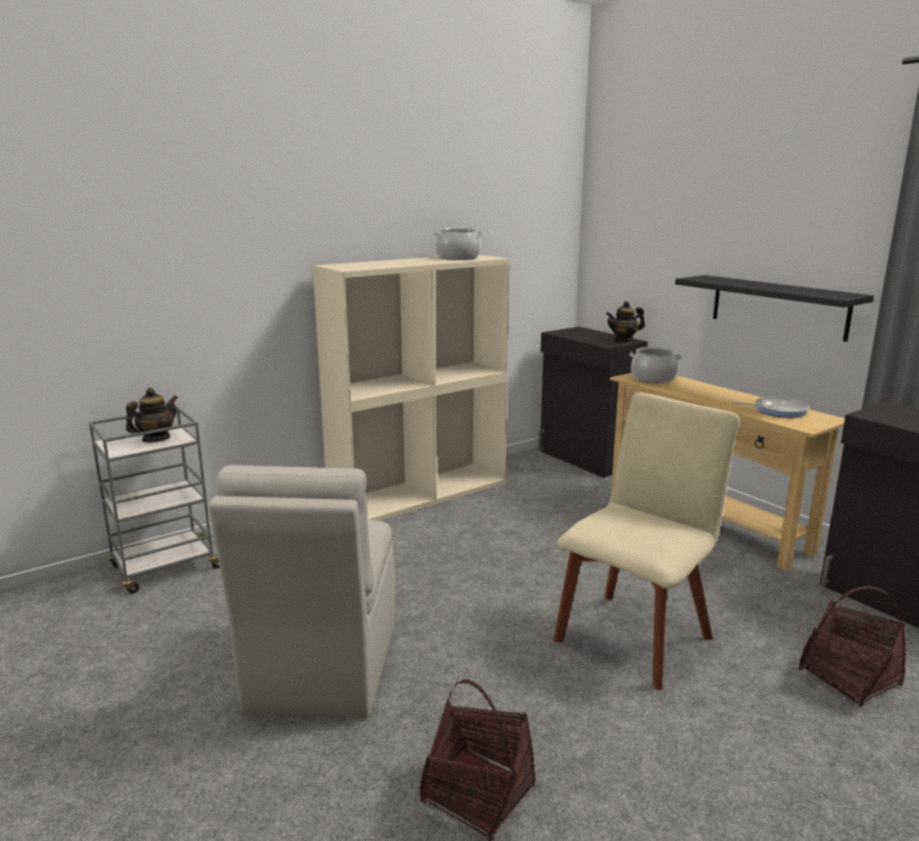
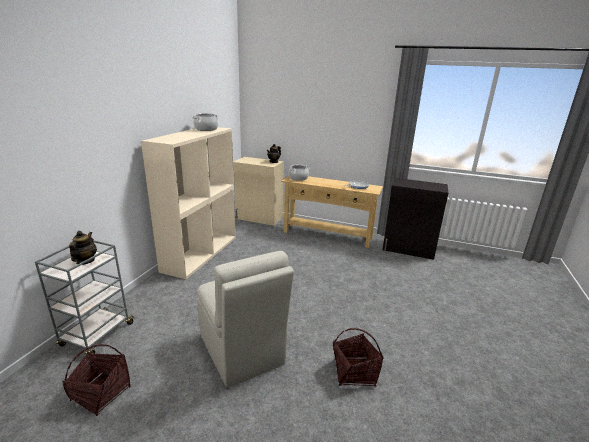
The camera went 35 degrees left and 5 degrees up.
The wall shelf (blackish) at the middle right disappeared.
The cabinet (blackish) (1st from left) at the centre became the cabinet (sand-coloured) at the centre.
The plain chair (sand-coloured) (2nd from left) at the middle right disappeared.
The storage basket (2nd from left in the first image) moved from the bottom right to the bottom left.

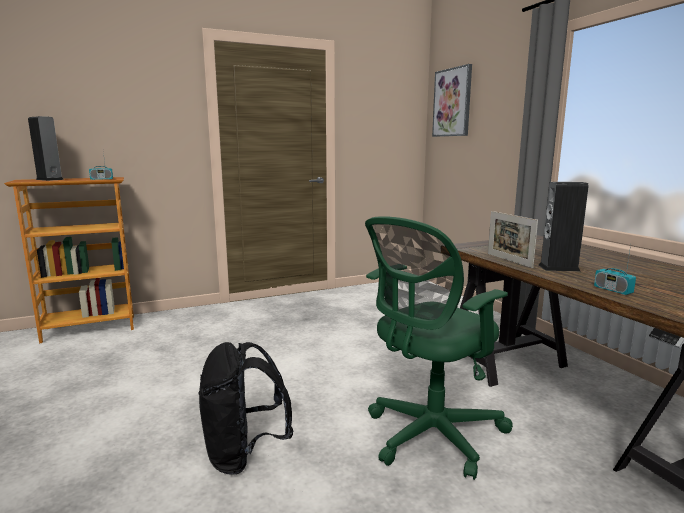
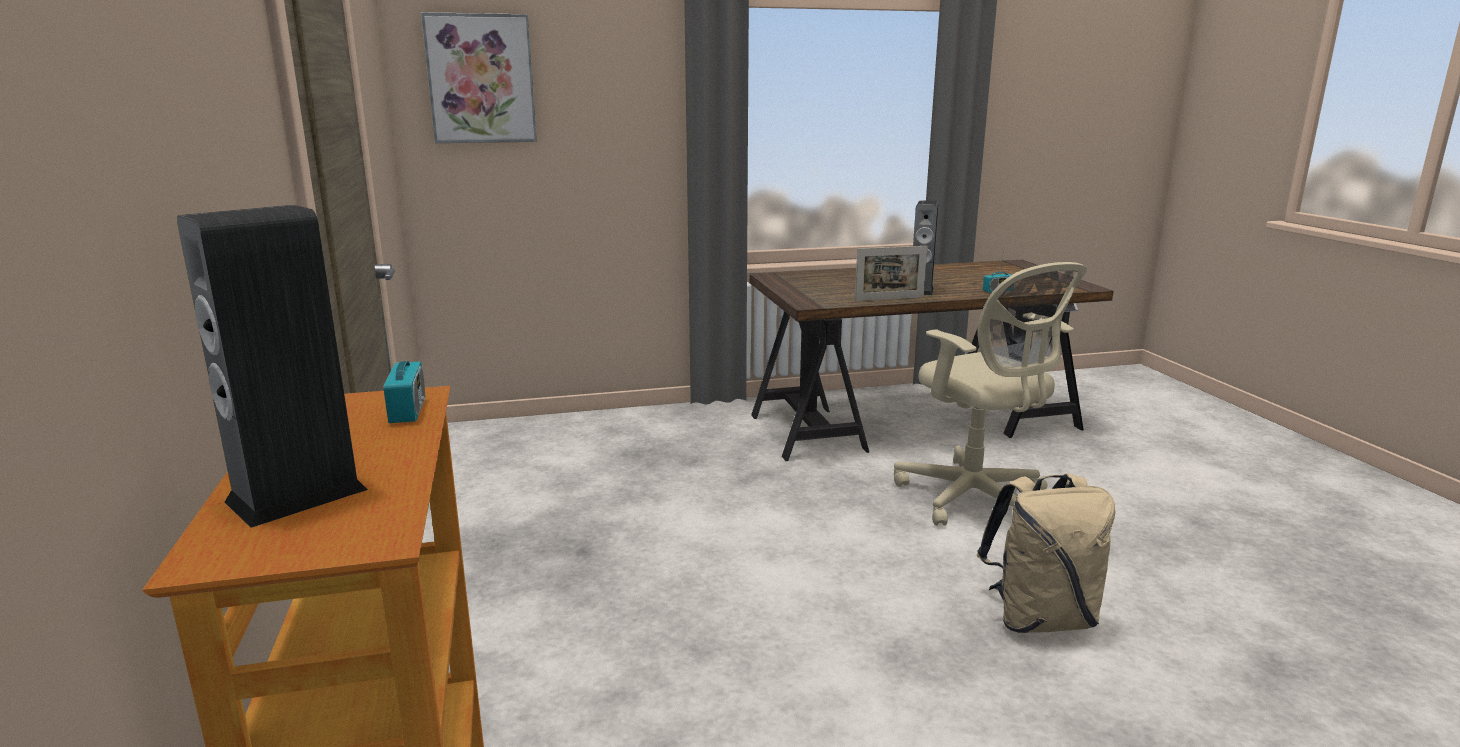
The camera went 80 degrees left and 5 degrees up.
The desk chair (green) at the bottom centre became the desk chair (sand-coloured) at the middle right.
The backpack (blackish) at the bottom centre became the backpack (sand-coloured) at the bottom right.

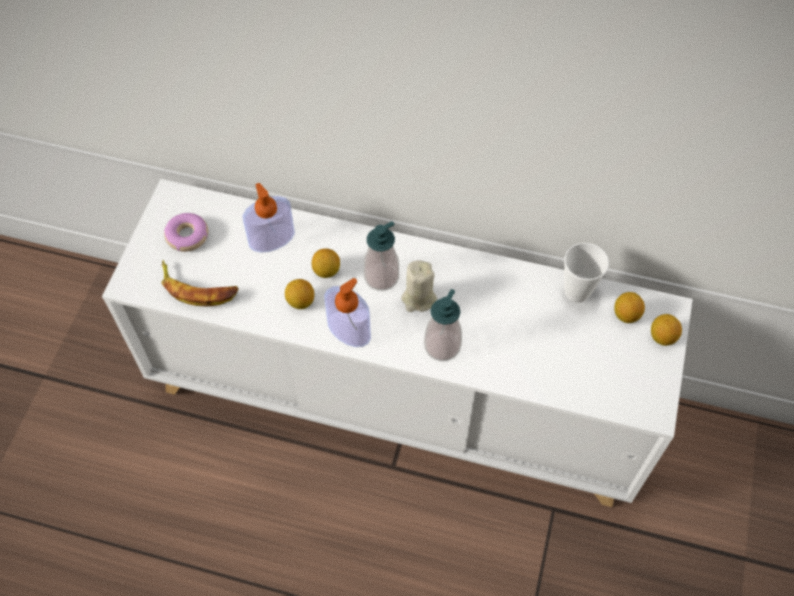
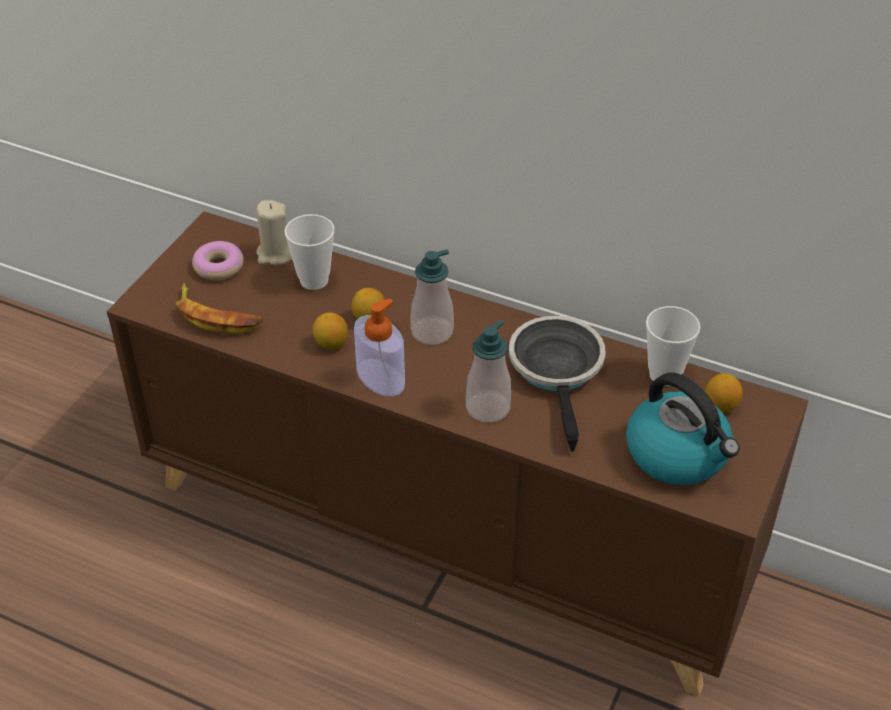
The camera went 10 degrees right and 15 degrees down.
The cabinet (white-coloured) at the centre became the cabinet (brownish) at the centre.
The liquid soap bottle (1st from left) at the centre was replaced by the small cup (1st from left) at the centre.
The wax candle (sand-coloured) moved from the centre to the top left.
The citrus fruit (4th from left) at the middle right disappeared.
The pan at the centre appeared.
The kettle at the middle right appeared.

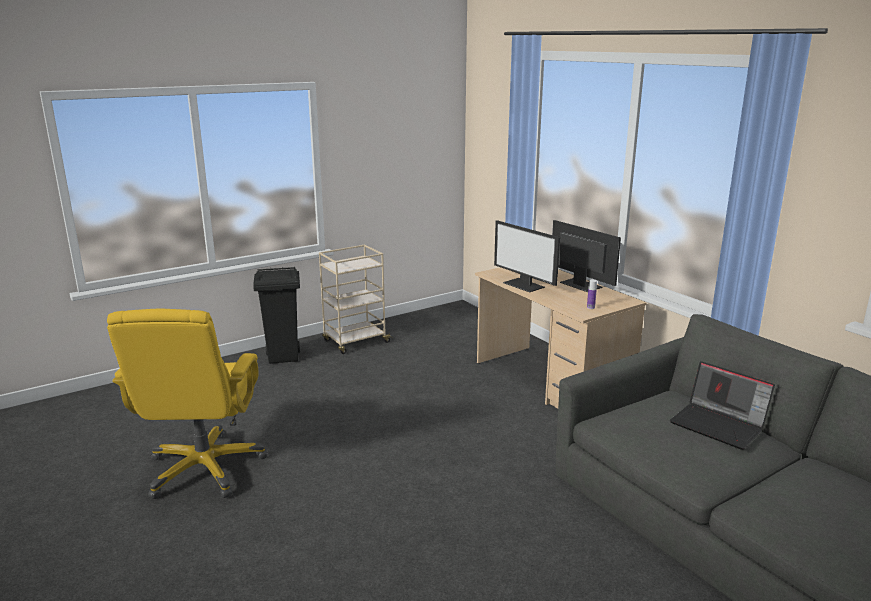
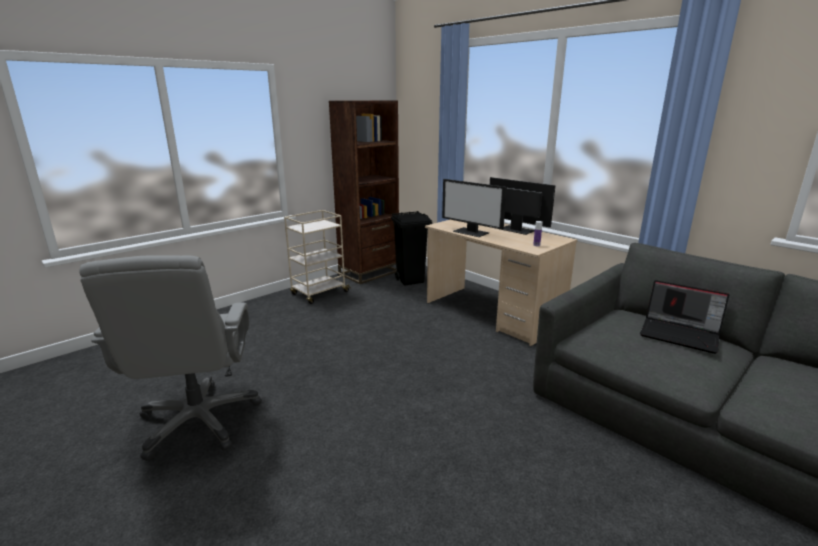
The camera went 10 degrees left and 0 degrees up.
The waste bin (blackish) moved from the middle left to the centre.
The desk chair (yellowish) at the bottom left became the desk chair (grey) at the middle left.
The bookshelf (brownish) at the centre appeared.

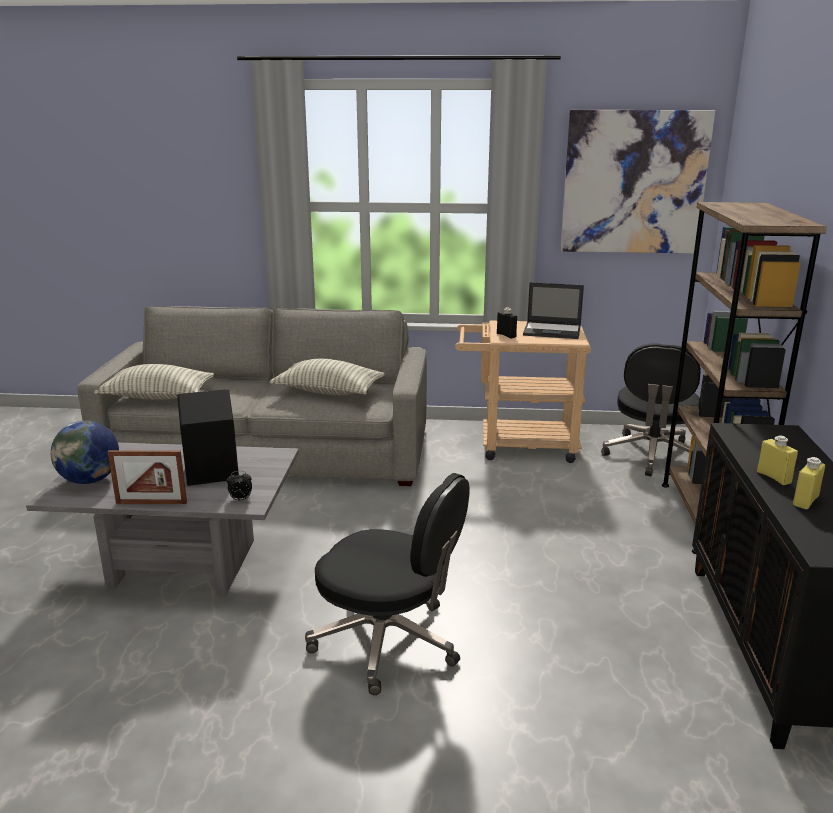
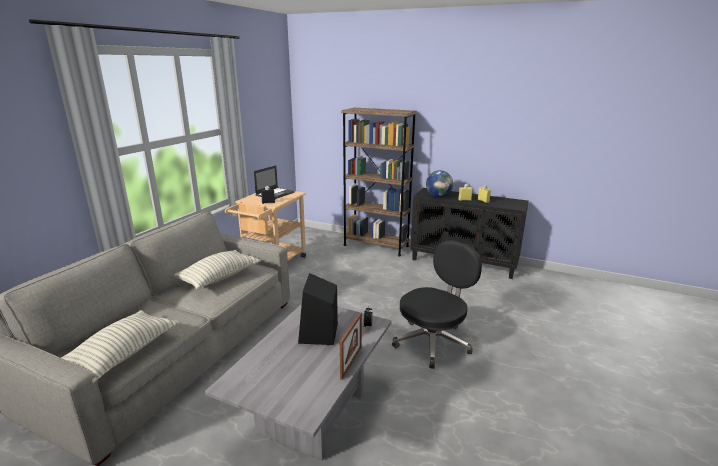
The camera went 70 degrees left and 0 degrees up.
The wall picture at the top right disappeared.
The desk chair (blackish) (2nd from left) at the middle right disappeared.
The globe moved from the middle left to the centre.

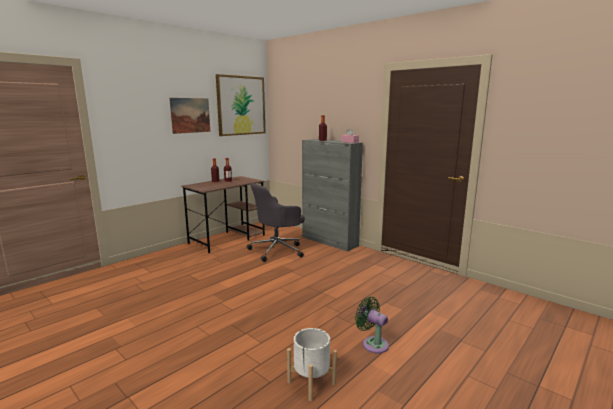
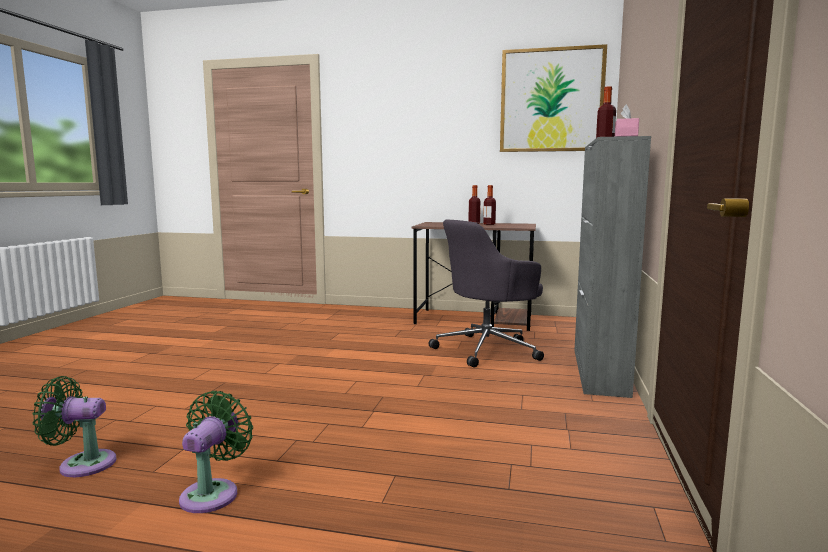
The camera went 60 degrees right and 5 degrees down.
The wall picture (1st from left) at the top left disappeared.
The desk chair (grey) at the centre turned 60 degrees counterclockwise.
The planter (white-coloured) at the bottom centre was replaced by the electric fan (green) (1st from left) at the bottom left.

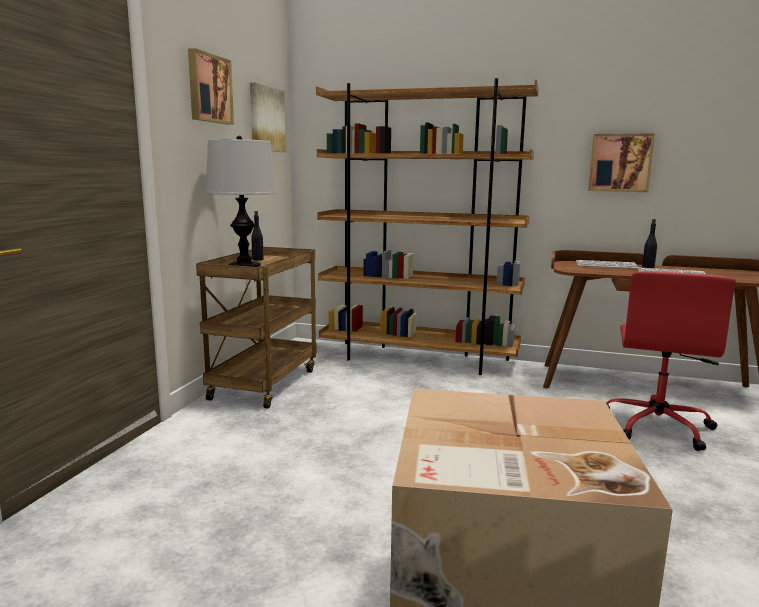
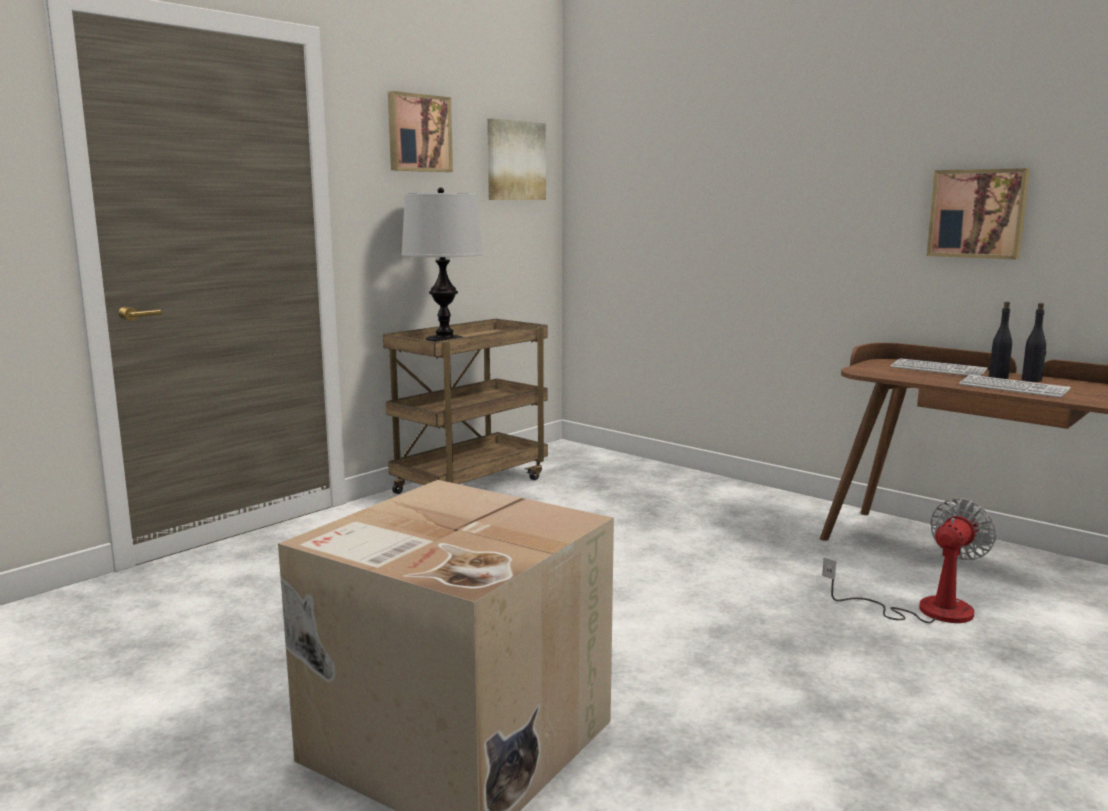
The camera went 25 degrees right and 0 degrees up.
The bookshelf (brownish) at the centre disappeared.
The bottle (blackish) (1st from left in the first image) moved from the centre to the middle right.
The desk chair (red-coloured) at the middle right was replaced by the electric fan at the bottom right.

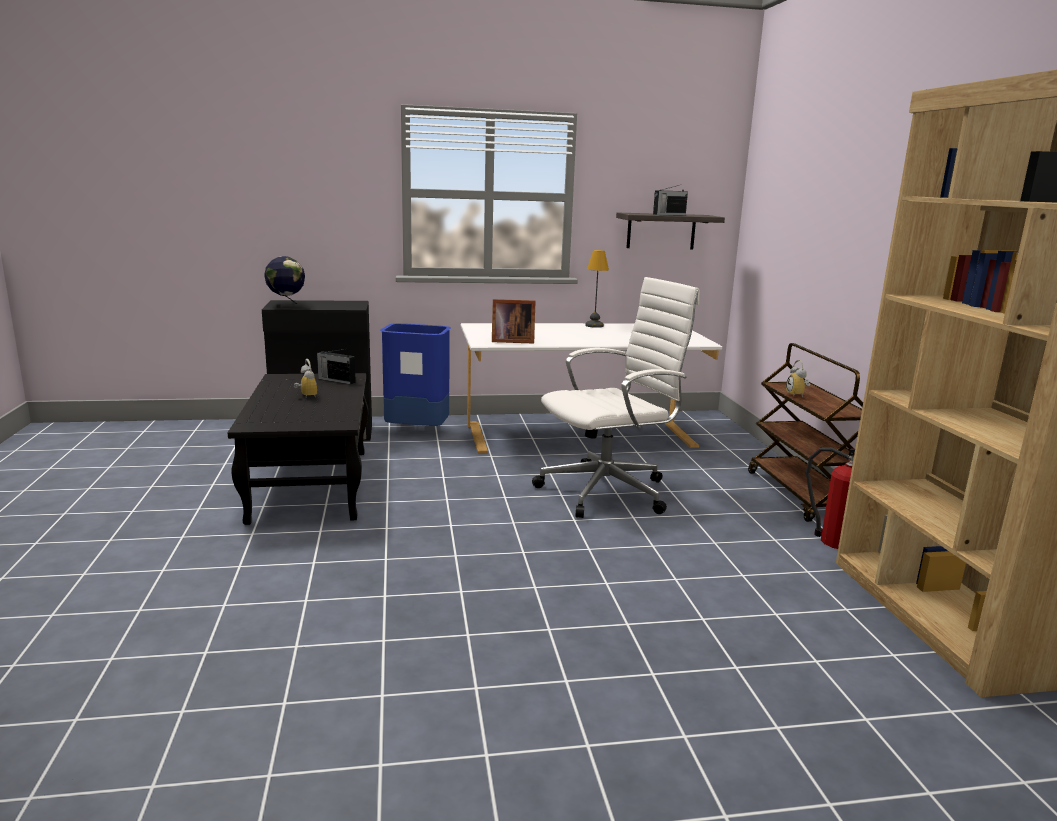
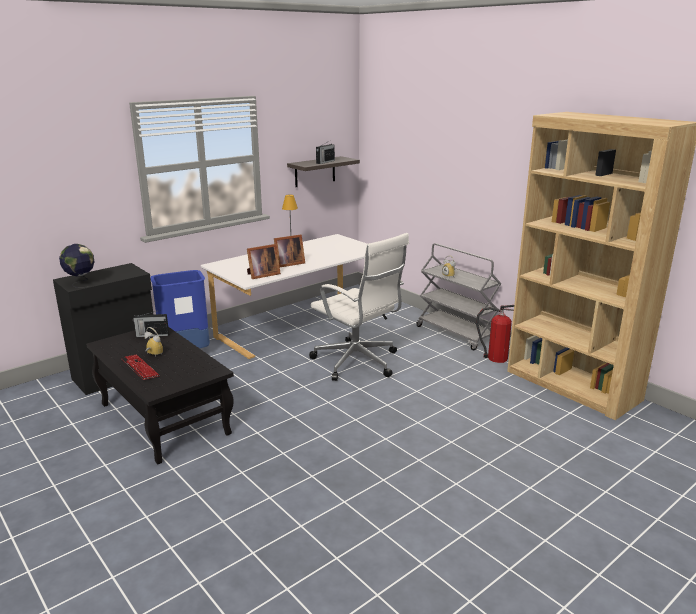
The camera went 30 degrees left and 5 degrees up.
The desk chair (white-coloured) at the centre turned 105 degrees clockwise.
The wheeled cart (brownish) at the middle right became the wheeled cart (grey) at the centre.
The photo frame (2nd from left) at the centre appeared.
The PC keyboard at the middle left appeared.

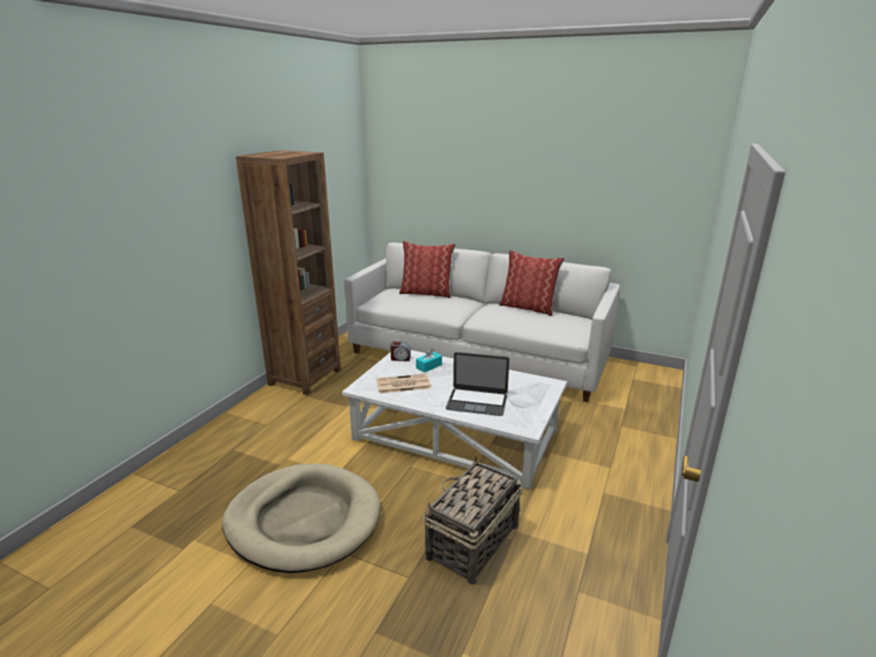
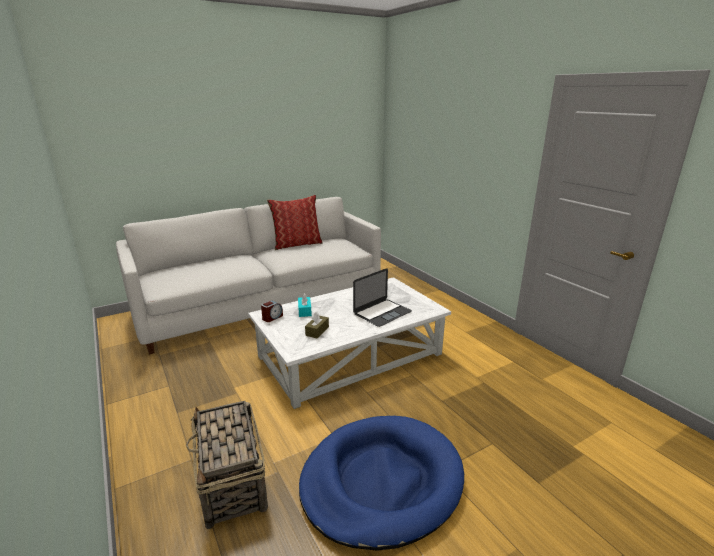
The camera went 55 degrees left and 0 degrees up.
The bookshelf (brownish) at the middle left disappeared.
The cushion (1st from left) at the centre disappeared.
The daily paper at the centre was replaced by the box of tissues (brownish) at the centre.
The storage basket moved from the bottom centre to the bottom left.
The dog bed (sand-coloured) at the bottom centre became the dog bed (bluish) at the bottom centre.

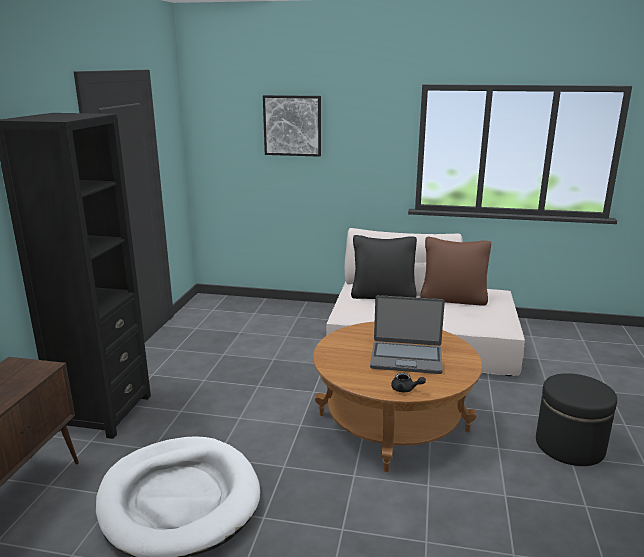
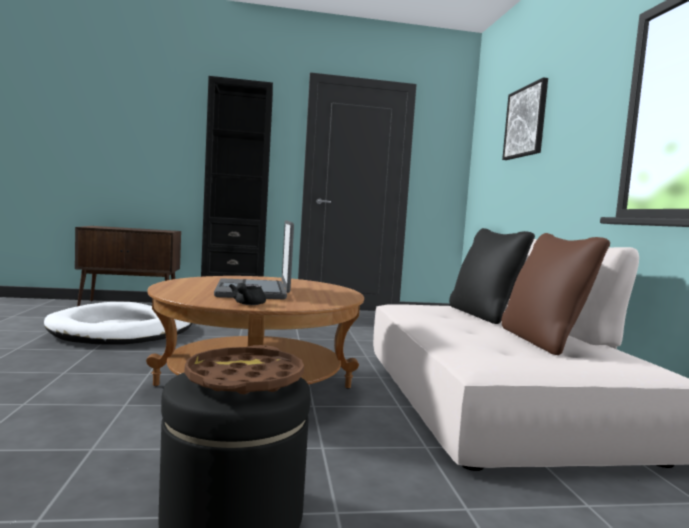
The camera went 70 degrees right and 15 degrees down.
The pot for tea (blackish) moved from the bottom centre to the centre.
The serving tray (brownish) at the bottom centre appeared.

